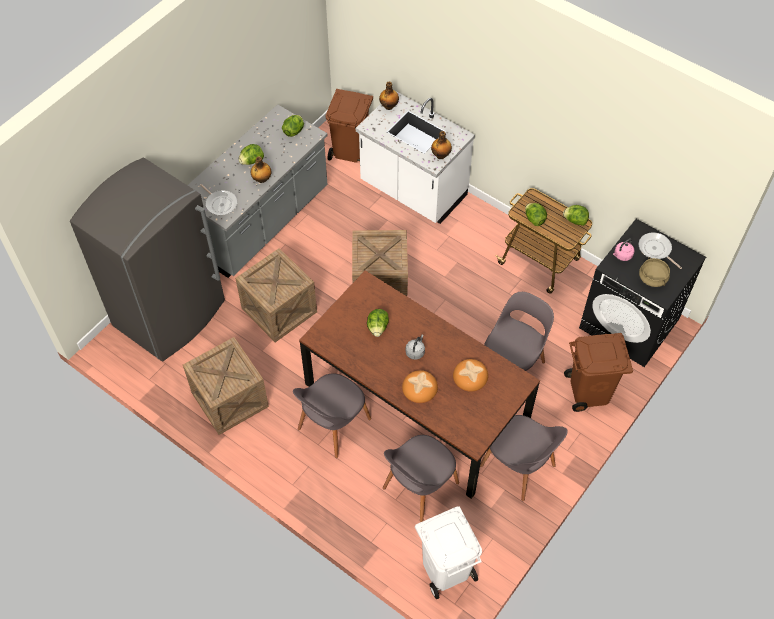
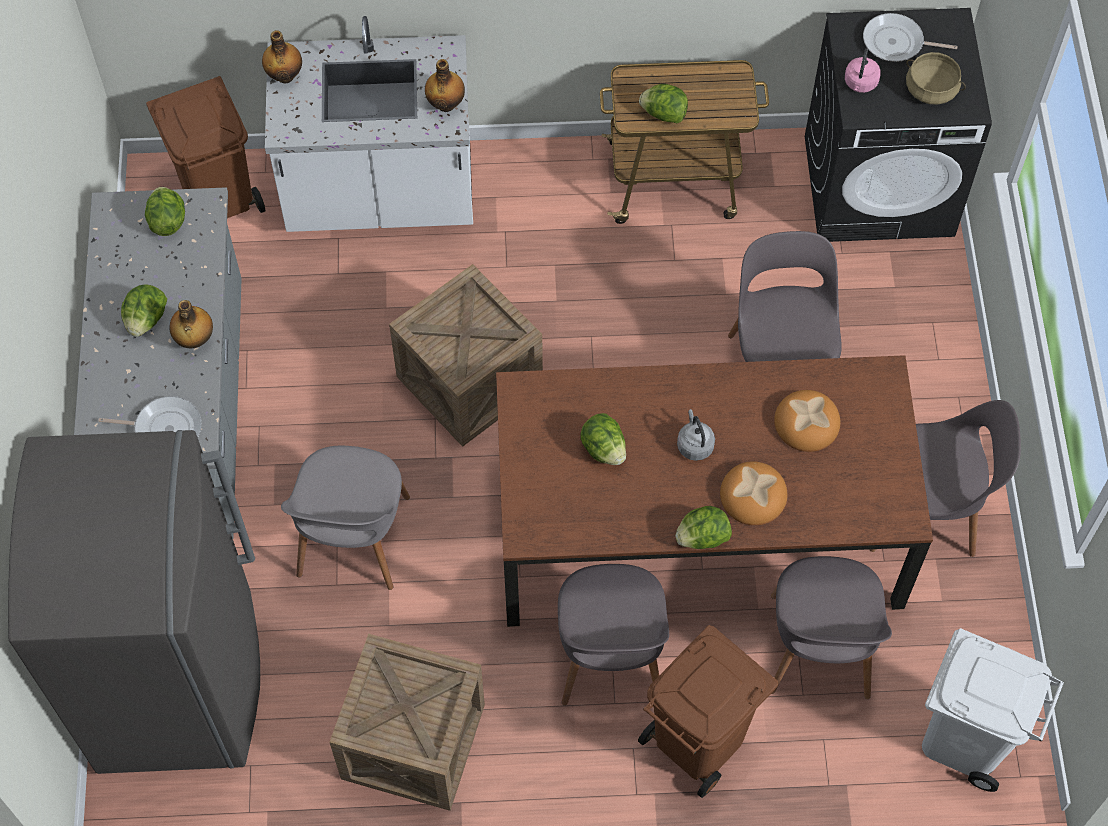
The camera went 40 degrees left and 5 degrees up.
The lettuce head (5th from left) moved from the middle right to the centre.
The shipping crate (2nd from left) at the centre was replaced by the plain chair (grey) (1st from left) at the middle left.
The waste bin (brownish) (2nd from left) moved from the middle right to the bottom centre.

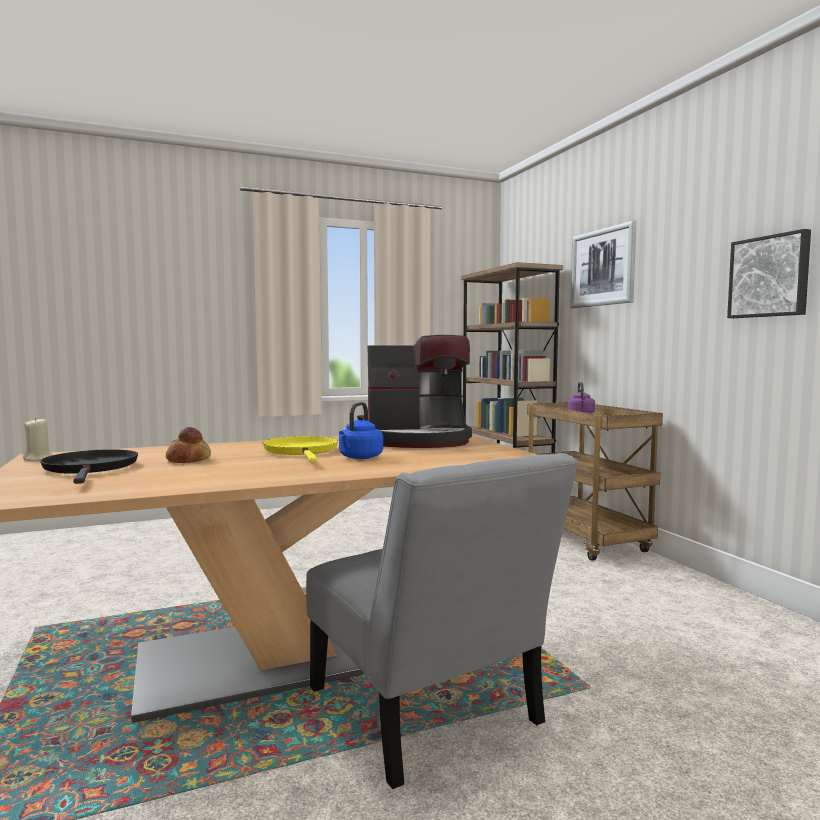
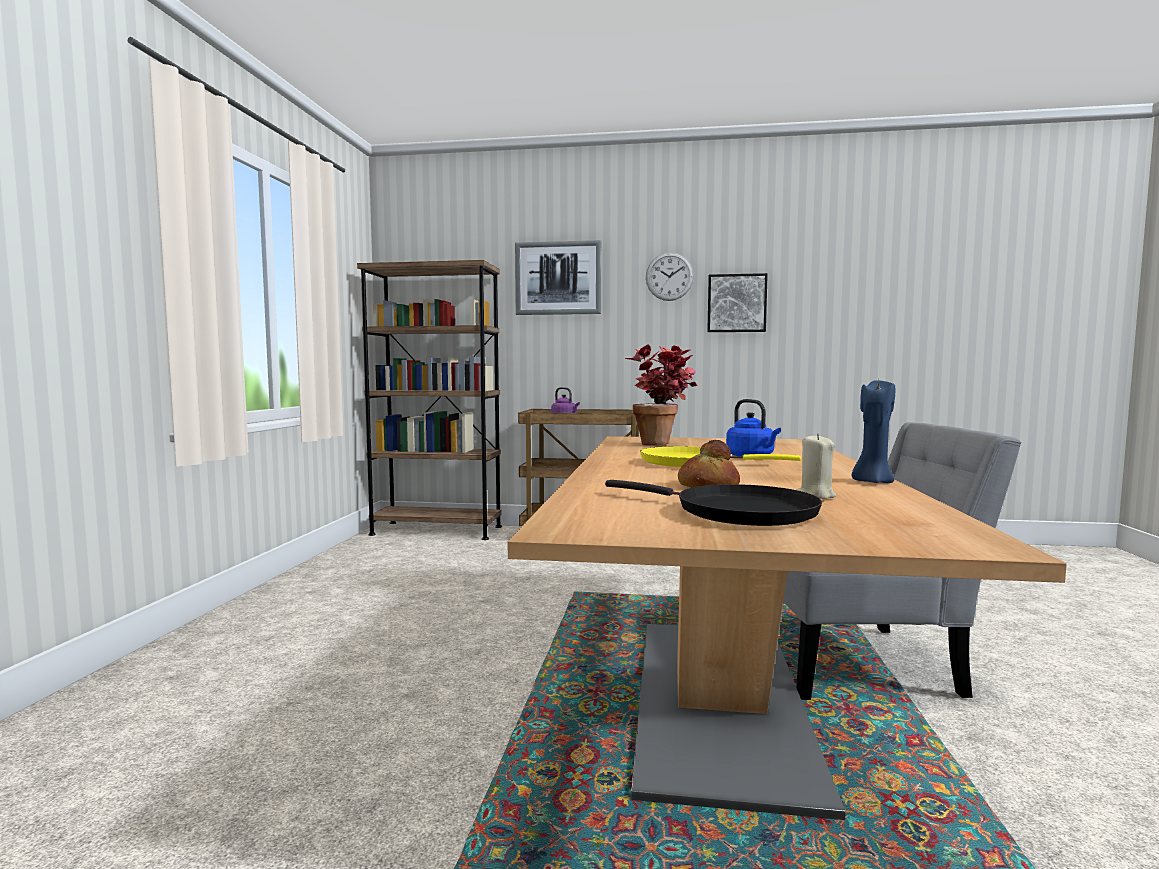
The camera went 60 degrees left and 0 degrees up.
The coffee machine at the centre was replaced by the houseplant at the centre.
The wax candle (sand-coloured) moved from the middle left to the middle right.
The pan (blackish) at the middle left turned 150 degrees counterclockwise.
The hanging clock at the top centre appeared.
The wax candle (bluish) at the middle right appeared.

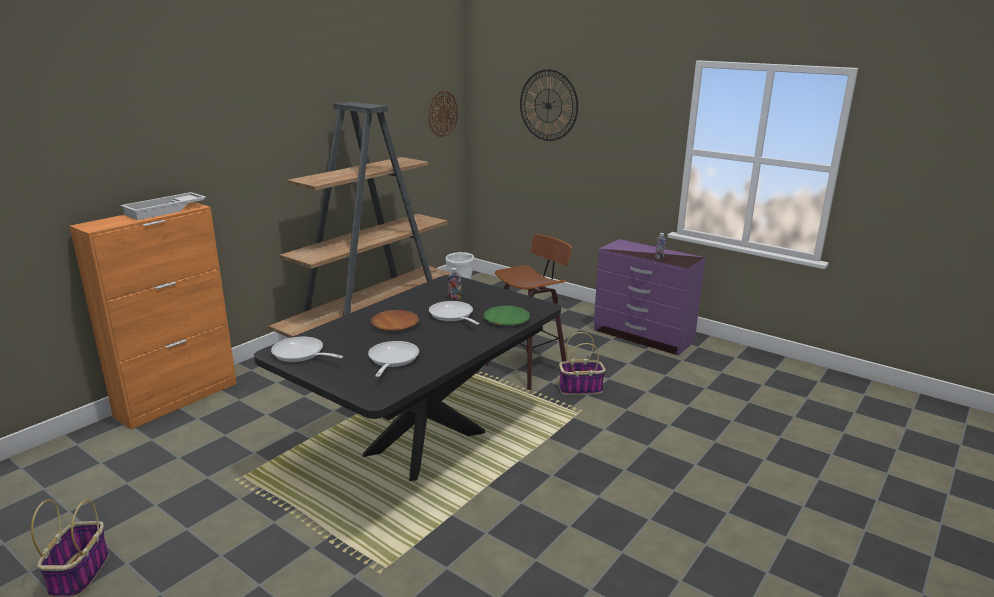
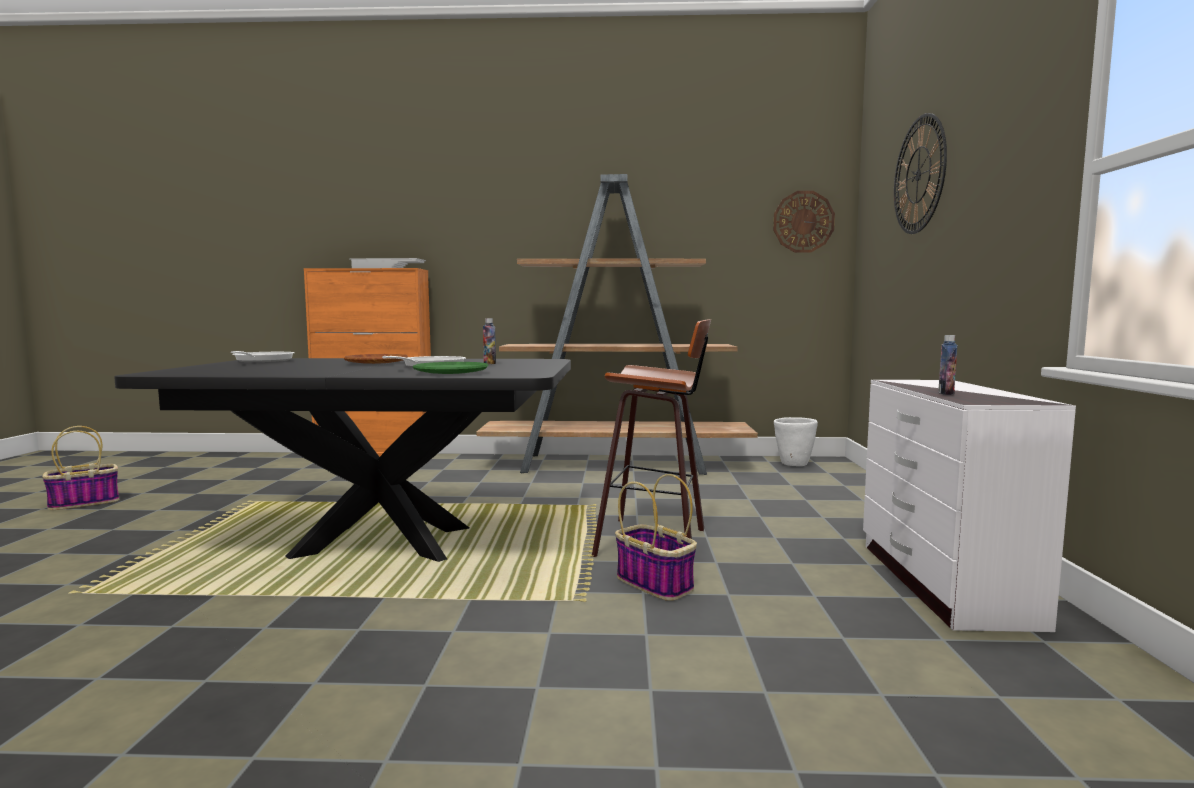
The camera went 55 degrees right and 15 degrees down.
The dresser (purple-coloured) at the centre became the dresser (white-coloured) at the middle right.
The pan (2nd from left) at the centre disappeared.

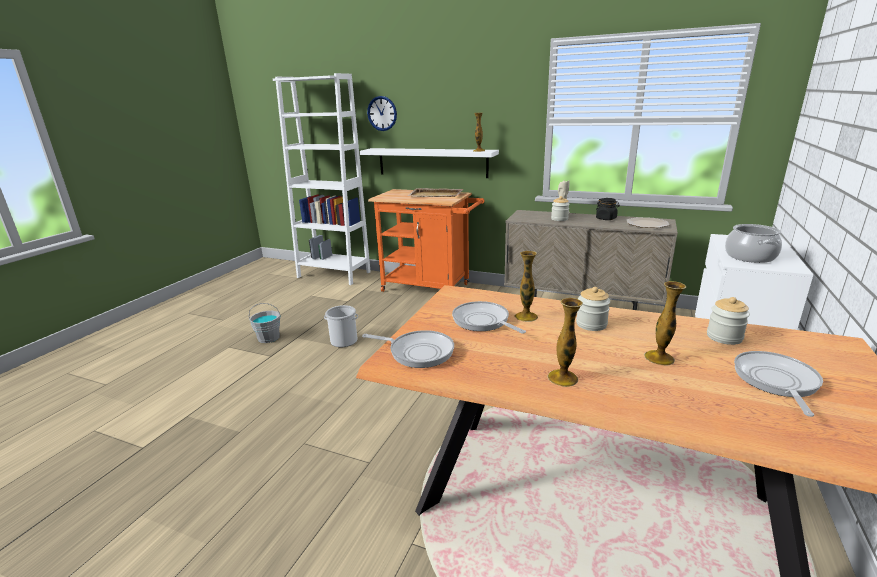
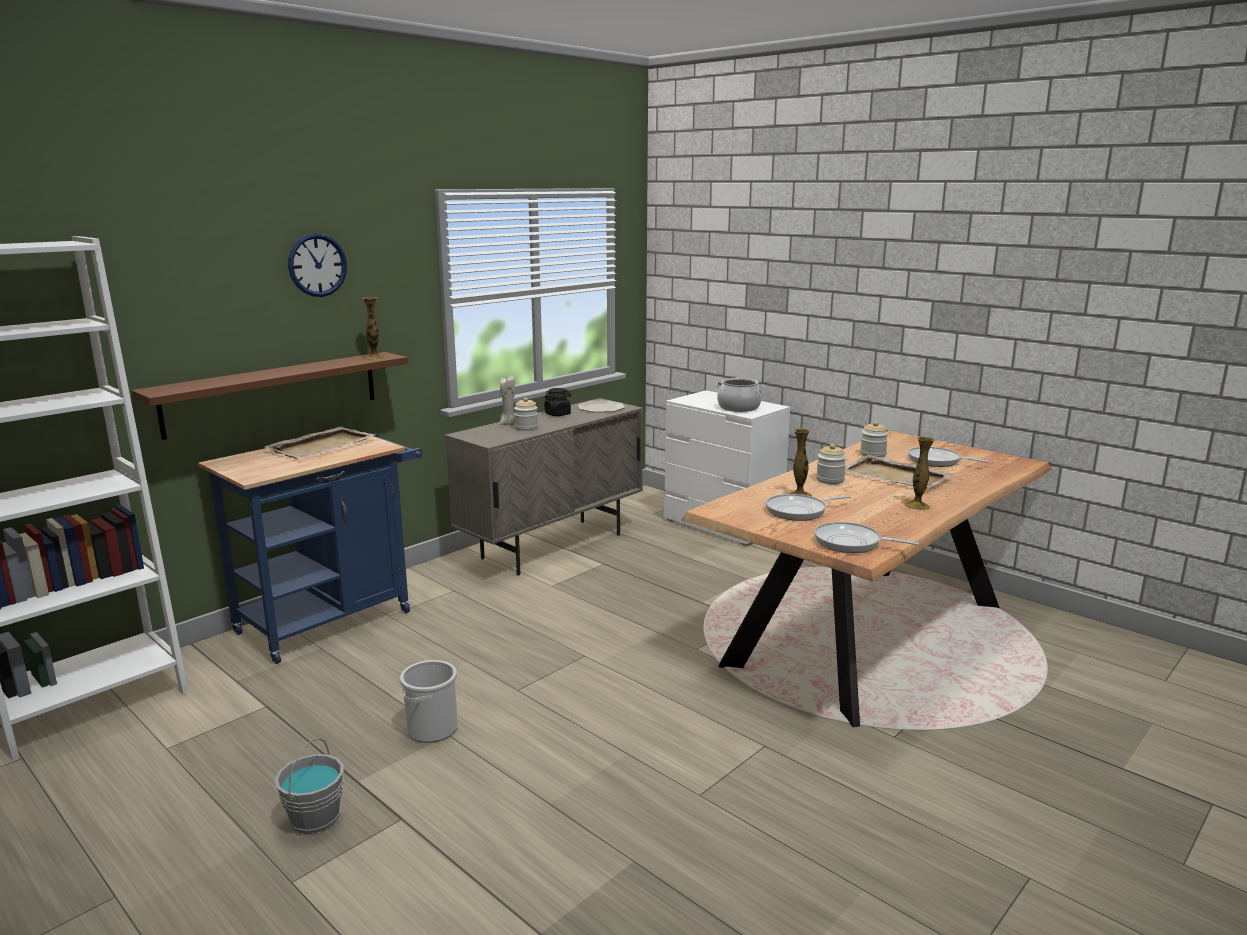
The camera went 70 degrees left and 5 degrees down.
The hanging clock moved from the top centre to the top left.
The wall shelf (white-coloured) at the top centre became the wall shelf (brownish) at the middle left.
The wheeled cart (orange) at the centre became the wheeled cart (bluish) at the middle left.
The flower vase (4th from left) at the middle right was replaced by the serving tray (sand-coloured) (2nd from left) at the middle right.
The pan (1st from left in the first image) at the centre turned 105 degrees counterclockwise.

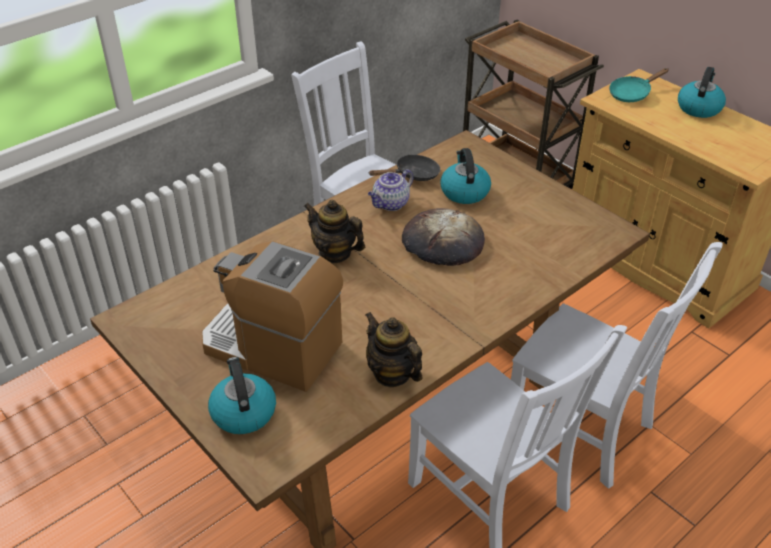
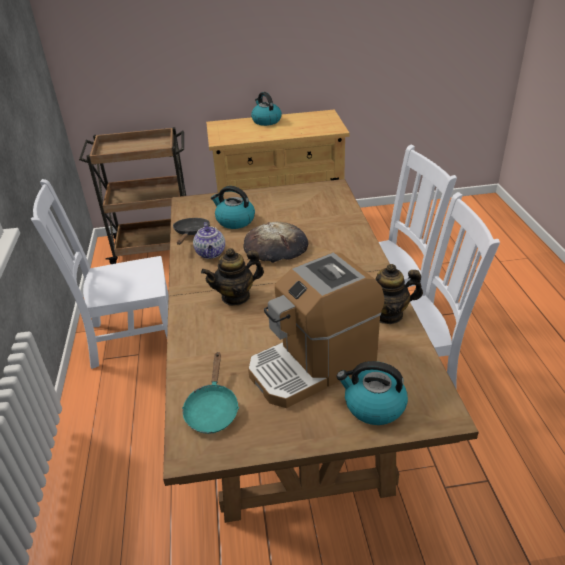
The camera went 55 degrees left and 5 degrees down.
The pan (blue-green) moved from the top right to the bottom centre.

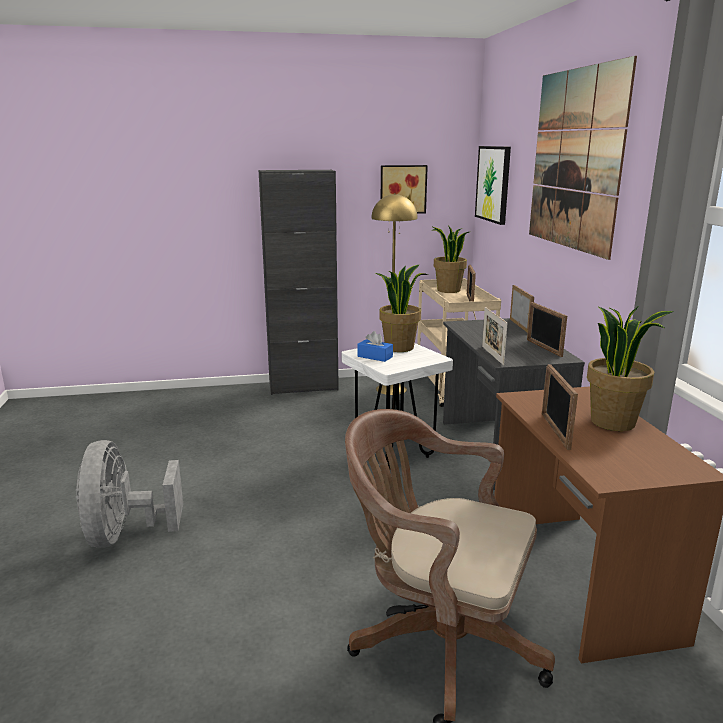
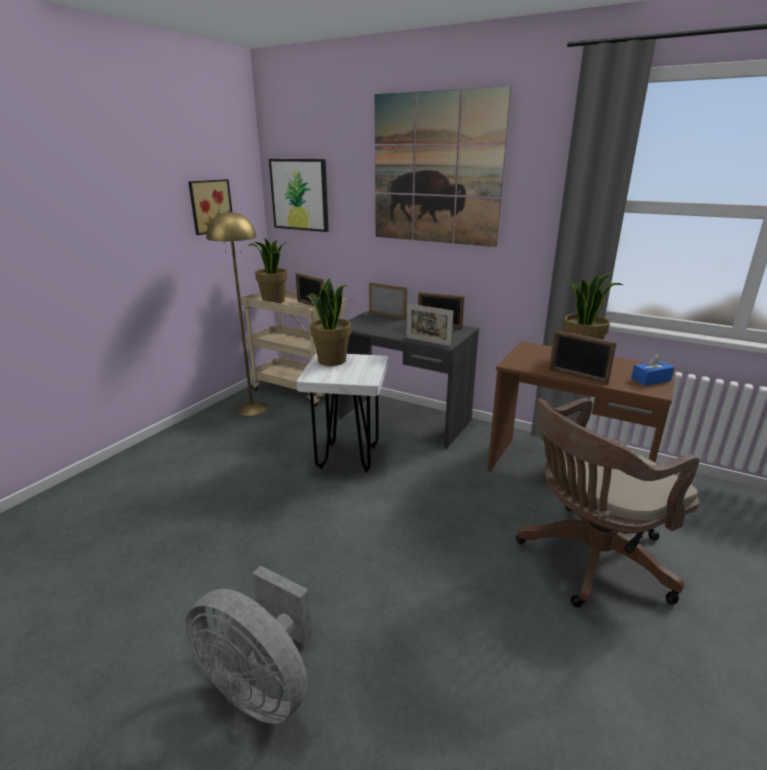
The camera went 50 degrees left and 5 degrees up.
The cabinet (blackish) at the centre disappeared.
The box of tissues (bluish) moved from the centre to the middle right.

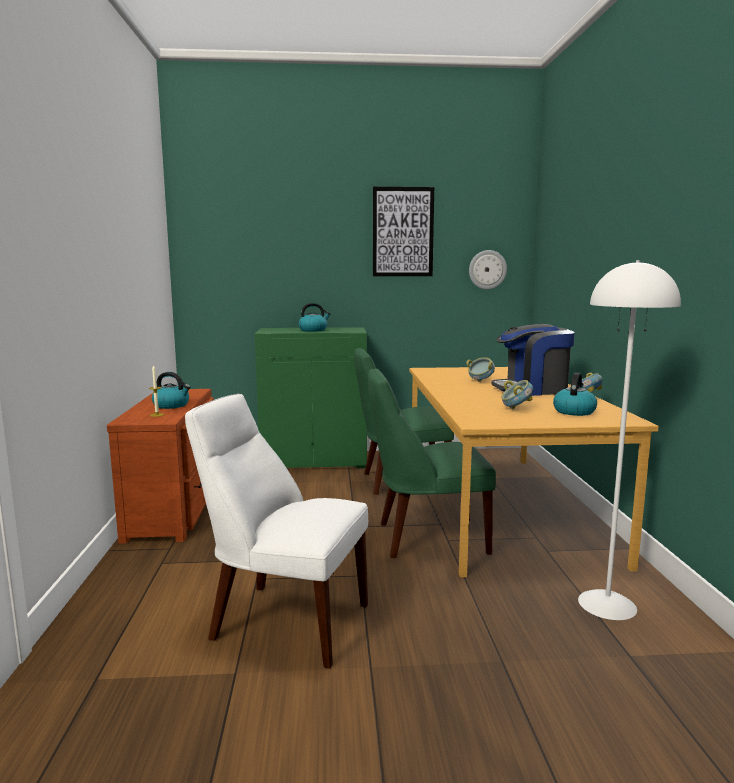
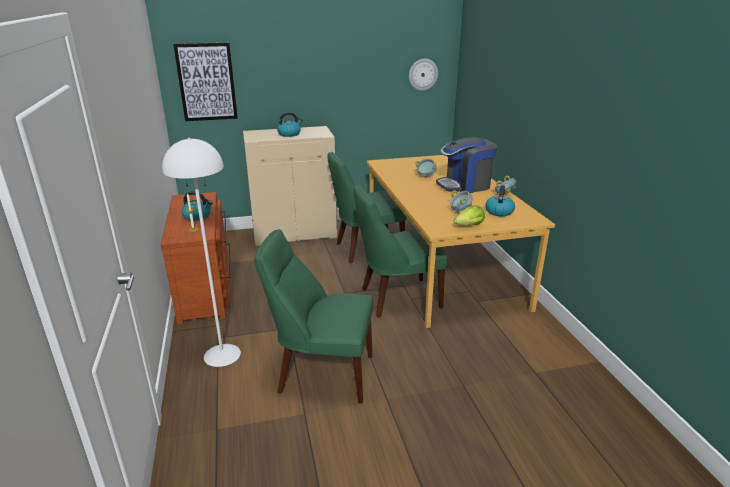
The camera went 10 degrees left and 15 degrees up.
The wall picture moved from the top centre to the top left.
The floor lamp (white-coloured) moved from the middle right to the middle left.
The cabinet (green) at the centre became the cabinet (sand-coloured) at the centre.
The plain chair (white-coloured) at the bottom centre became the plain chair (green) (1st from left) at the centre.
The lettuce head at the centre appeared.

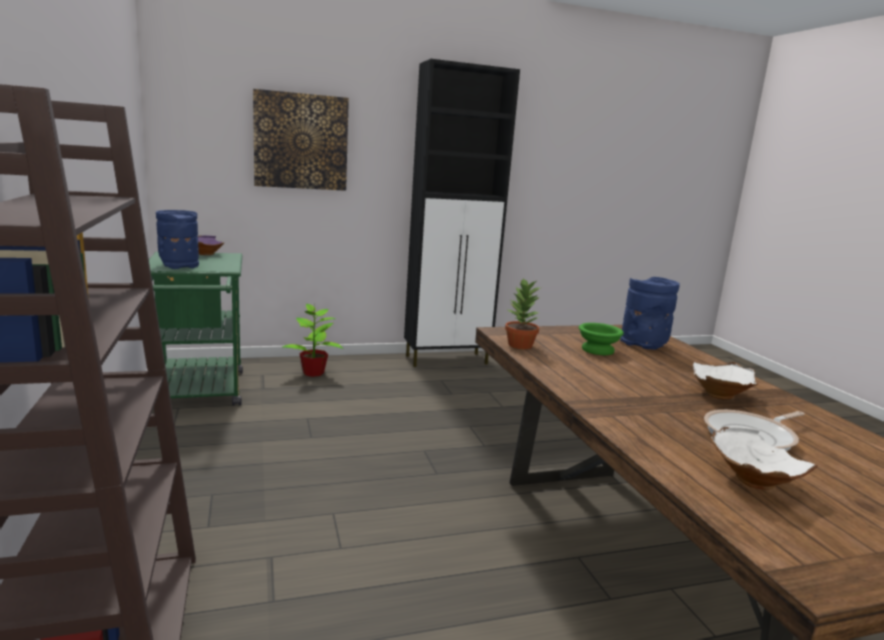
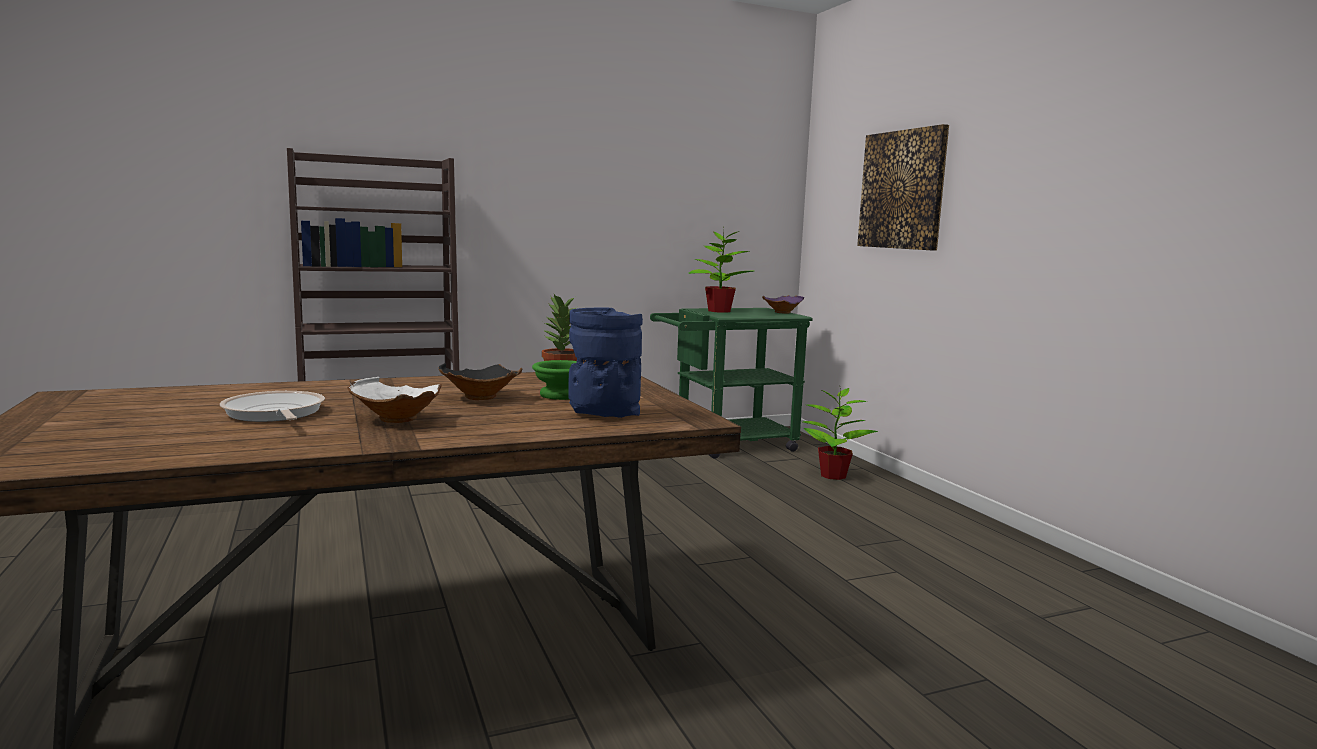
The camera went 85 degrees right and 5 degrees down.
The cabinet (blackish) at the top centre disappeared.
The flower vase (bluish) (1st from left) at the middle left was replaced by the houseplant (2nd from left) at the centre.
The bowl (white-coloured) (2nd from left) at the bottom right disappeared.
The bowl (blackish) at the centre appeared.

